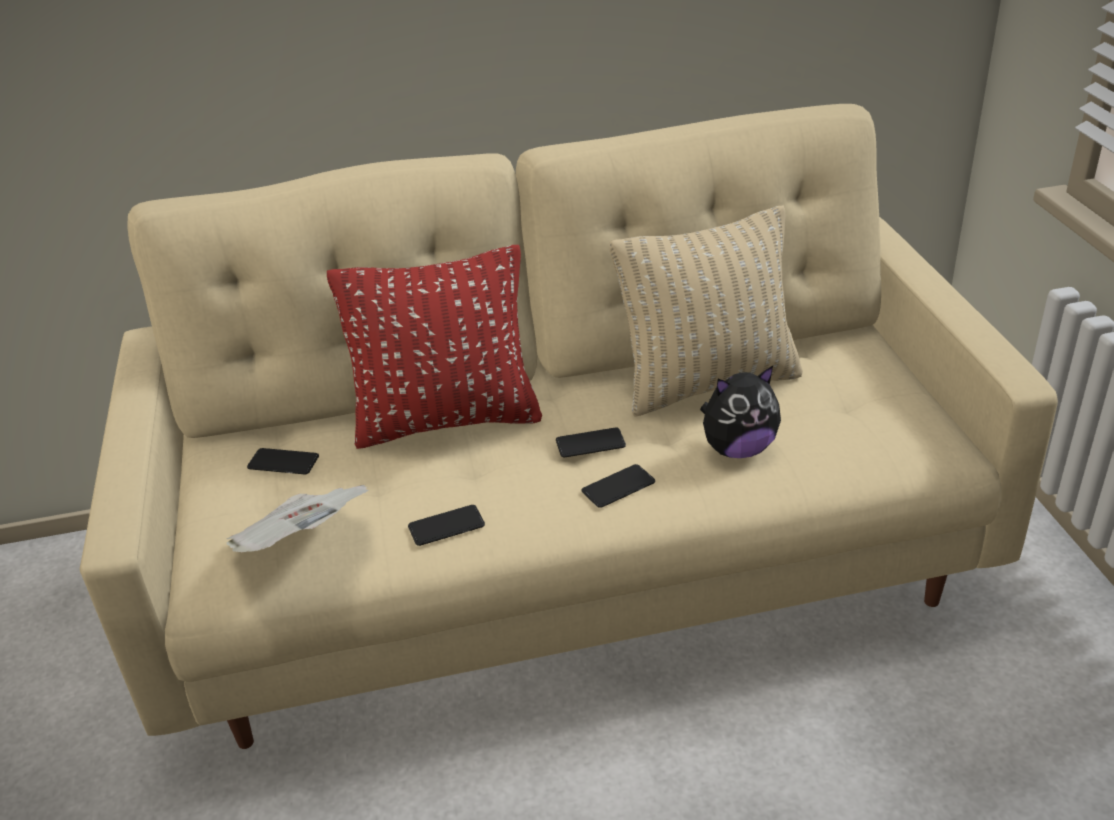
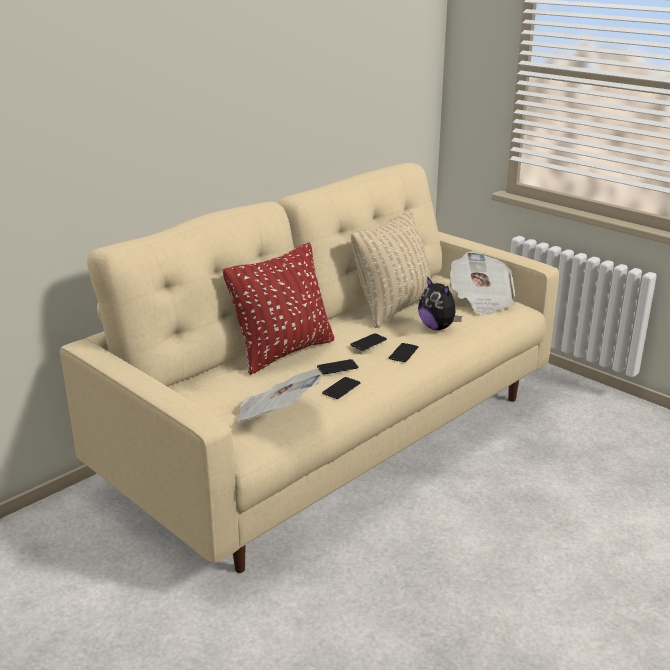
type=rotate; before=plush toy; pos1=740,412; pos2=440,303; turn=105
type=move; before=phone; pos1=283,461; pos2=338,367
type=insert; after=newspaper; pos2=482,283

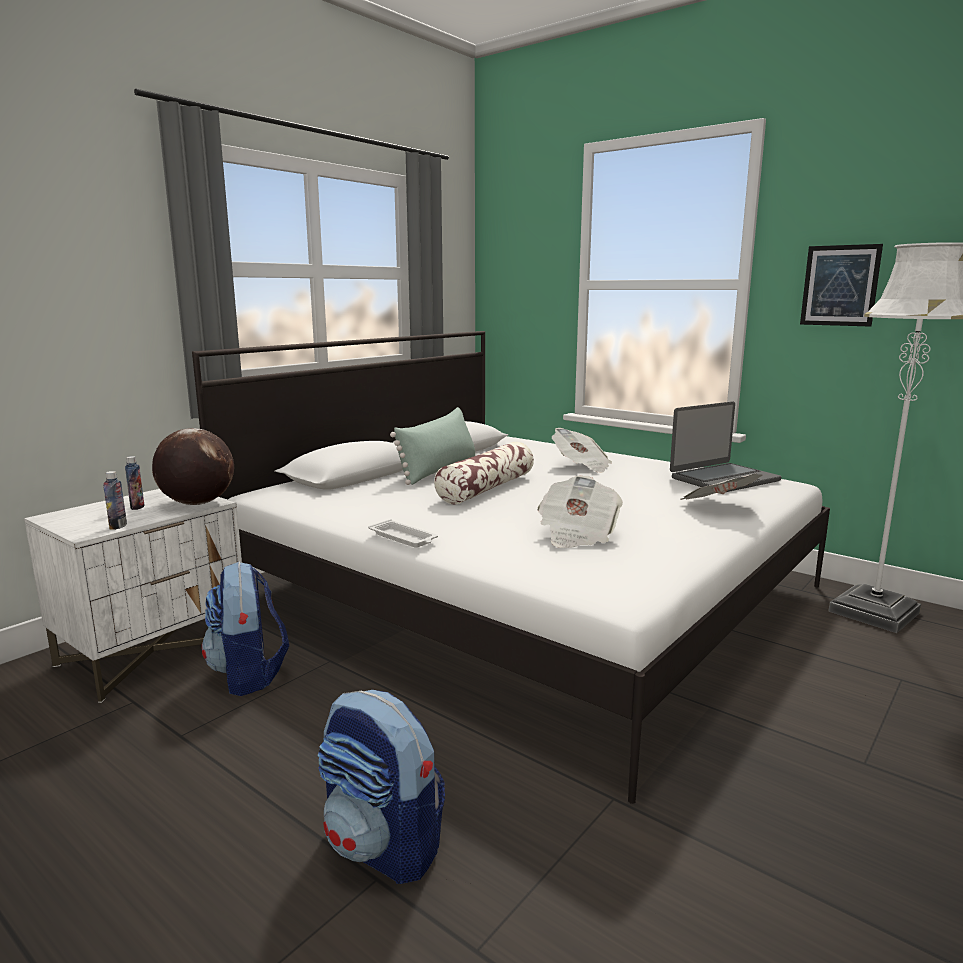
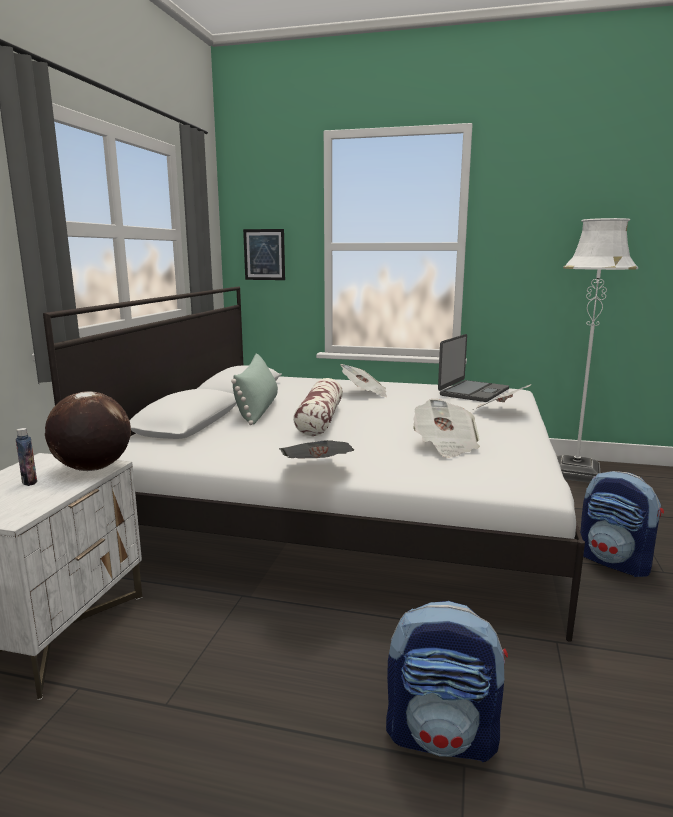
type=move; before=picture; pos1=841,285; pos2=264,254
type=delete; before=bottle; pos1=115,500
type=replace; before=tray/white; after=newspaper; pos1=403,533; pos2=316,449
type=move; before=backpack; pos1=245,629; pos2=622,524

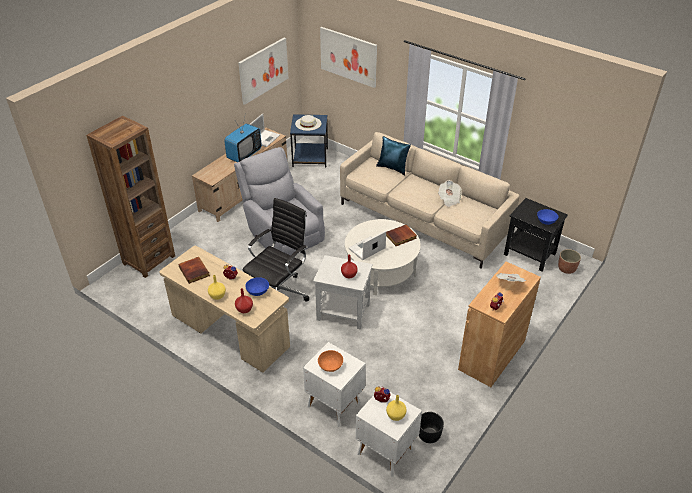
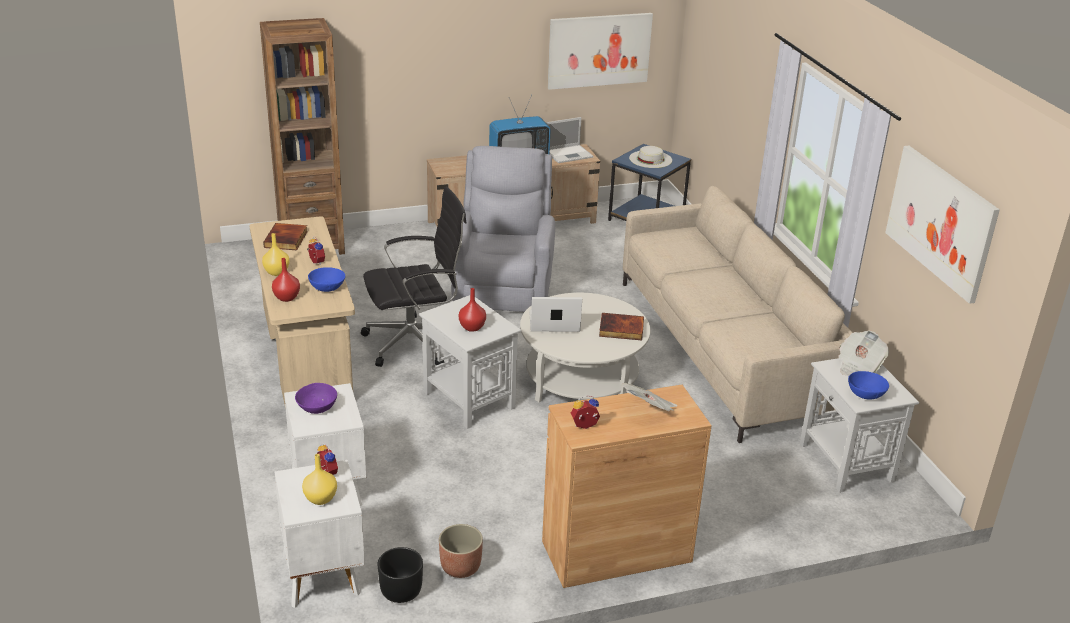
type=move; before=picture; pos1=348,57; pos2=942,224
type=delete; before=pillow/blue; pos1=393,155
type=move; before=newspaper; pos1=450,193; pos2=863,353
type=recolor; before=side table/black; after=side table/white; pos1=536,235; pos2=859,425
type=move; before=planter; pos1=569,261; pos2=461,551
type=recolor; before=bowl/orange; after=bowl/purple; pos1=330,361; pos2=316,398

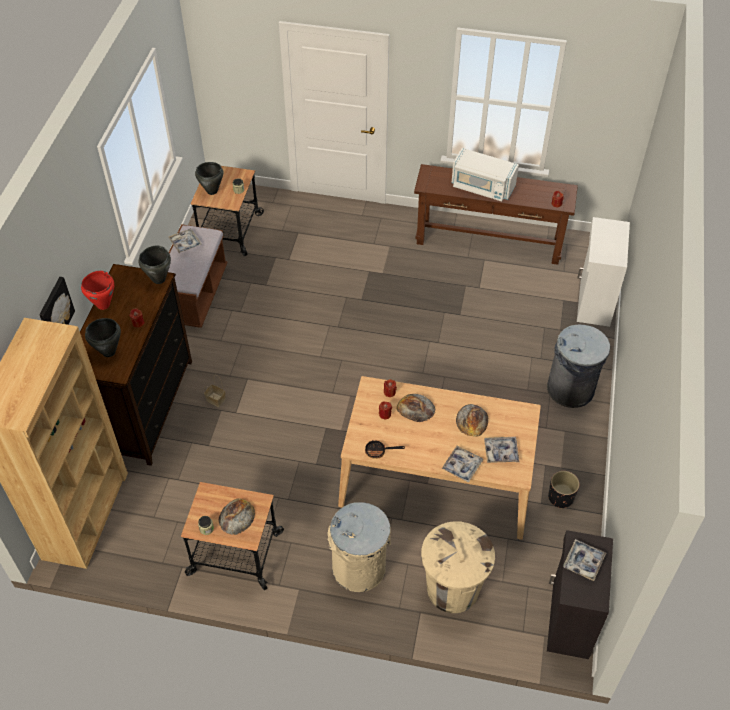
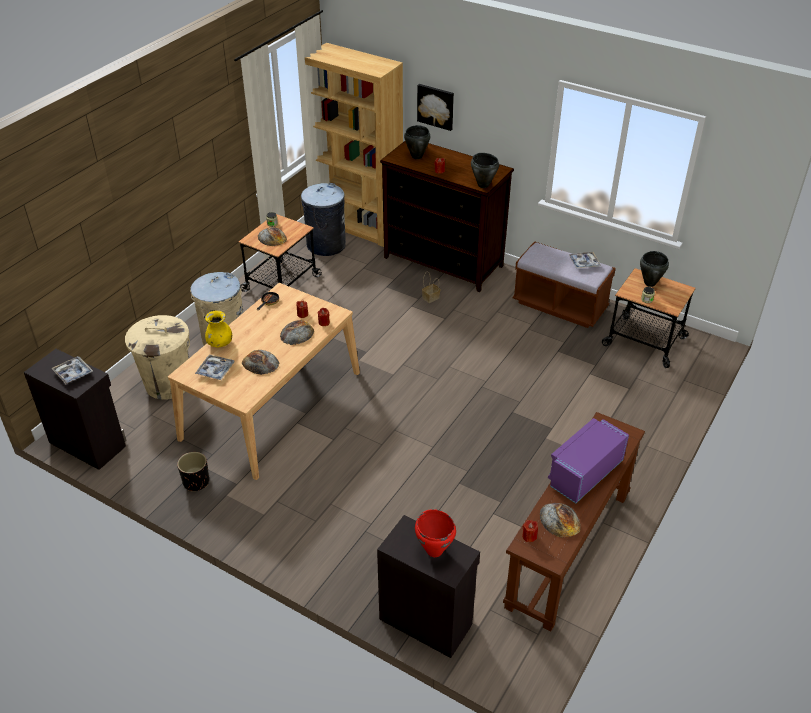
type=recolor; before=microwave/white; after=microwave/purple; pos1=485,174; pos2=588,461
type=recolor; before=cabinet/white; after=cabinet/black; pos1=603,272; pos2=428,586
type=move; before=cooking pot/red; pos1=97,290; pos2=435,533
type=move; before=trash can/grey; pos1=578,366; pos2=323,219
type=replace; before=tray; after=vase/yellow; pos1=462,464; pos2=218,328
type=insert; after=bread; pos2=560,520

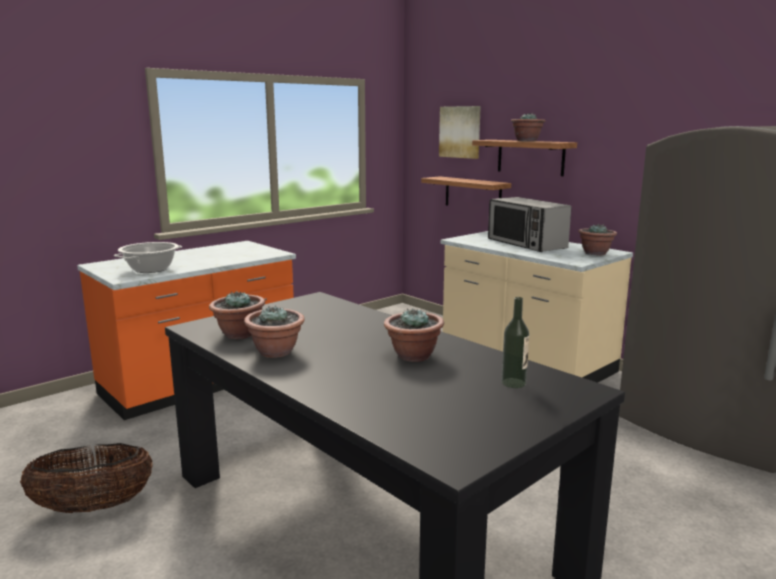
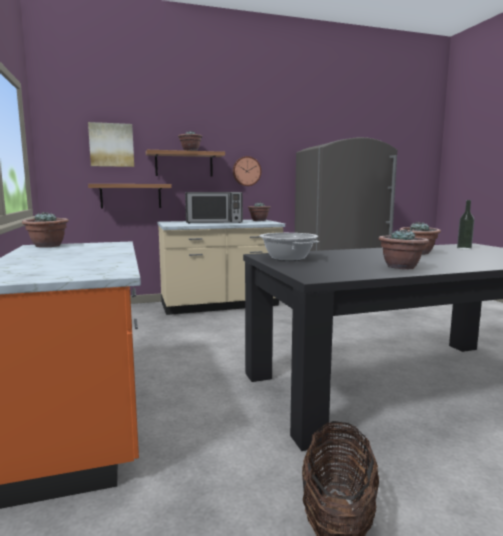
type=move; before=cooking pot; pos1=148,257; pos2=289,247
type=move; before=potted plant; pos1=237,315; pos2=45,230
type=insert; after=wall clock; pos2=247,171

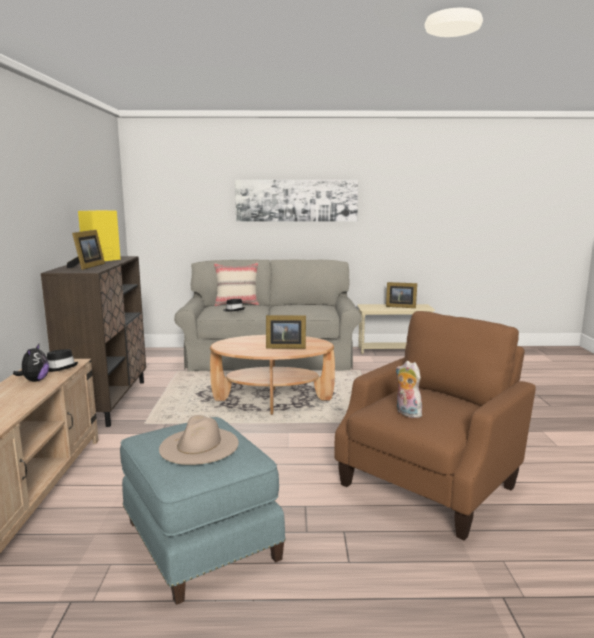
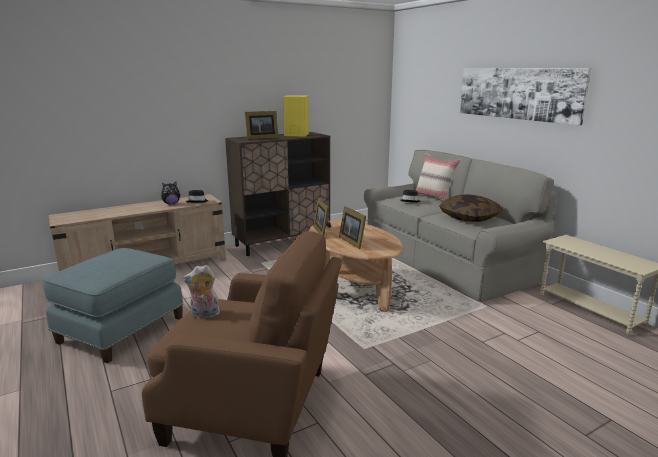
type=move; before=picture frame; pos1=401,295; pos2=322,217
type=rotate; before=plush toy; pos1=409,389; pos2=201,291; turn=-120
type=delete; before=hat/beige; pos1=199,440
type=insert; after=pillow; pos2=470,208

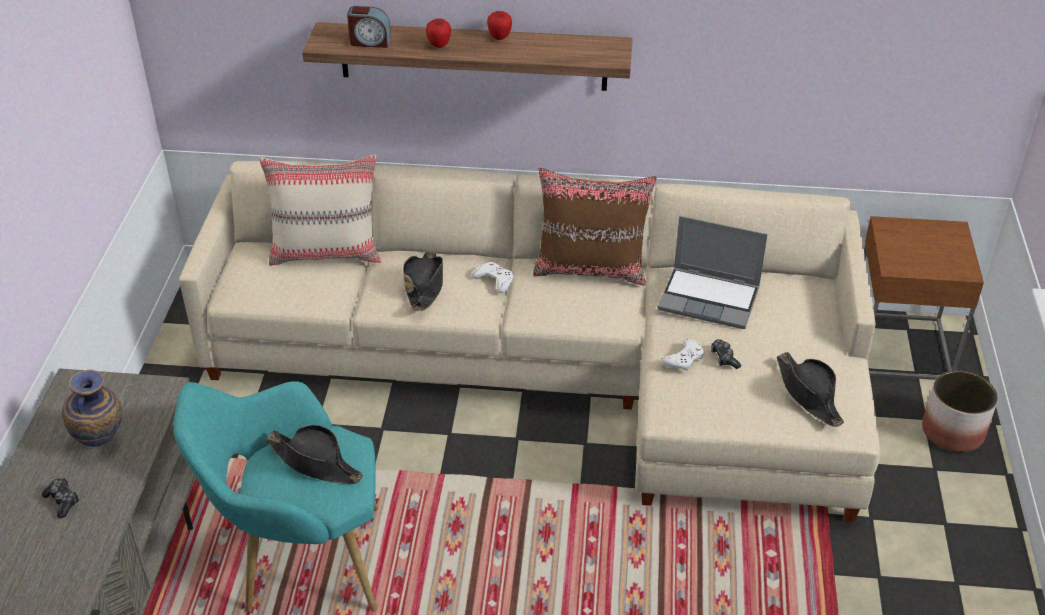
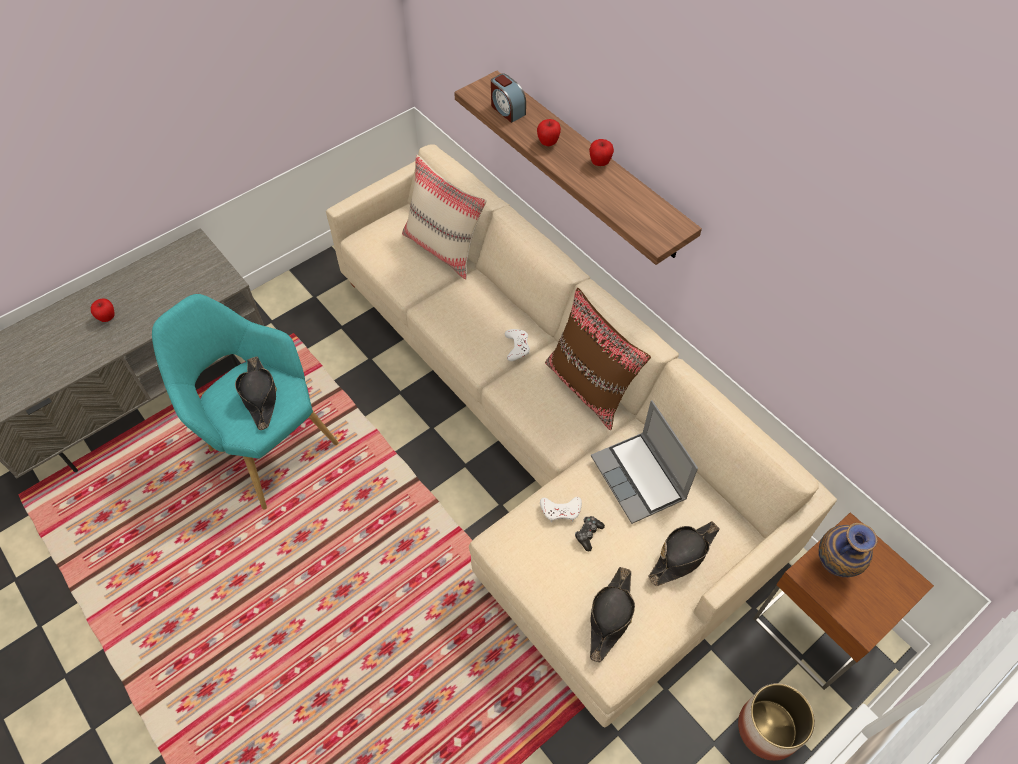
type=move; before=hat/black; pos1=423,281; pos2=683,553
type=move; before=vase; pos1=92,408; pos2=848,550
type=replace; before=game controller; after=apple; pos1=60,498; pos2=102,310

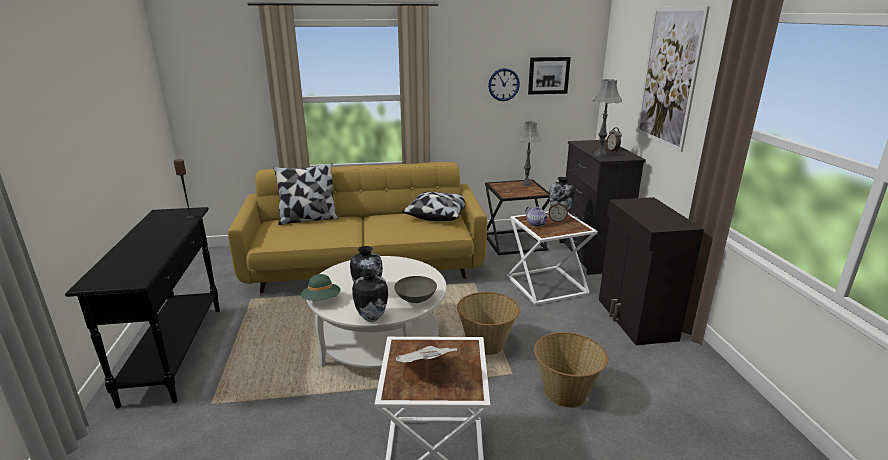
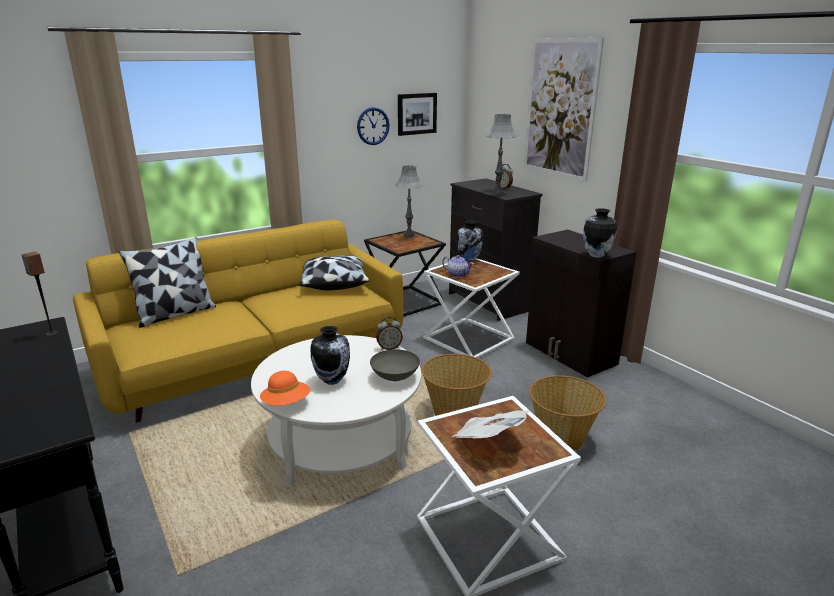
type=move; before=alarm clock; pos1=558,209; pos2=389,333
type=move; before=vase; pos1=370,295; pos2=600,233
type=recolor; before=hat/green; after=hat/orange; pos1=320,287; pos2=285,388

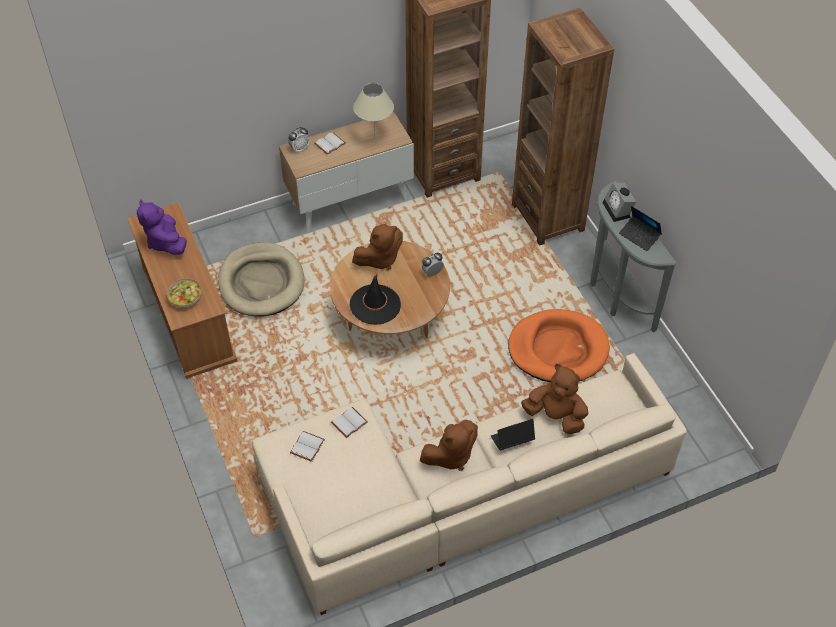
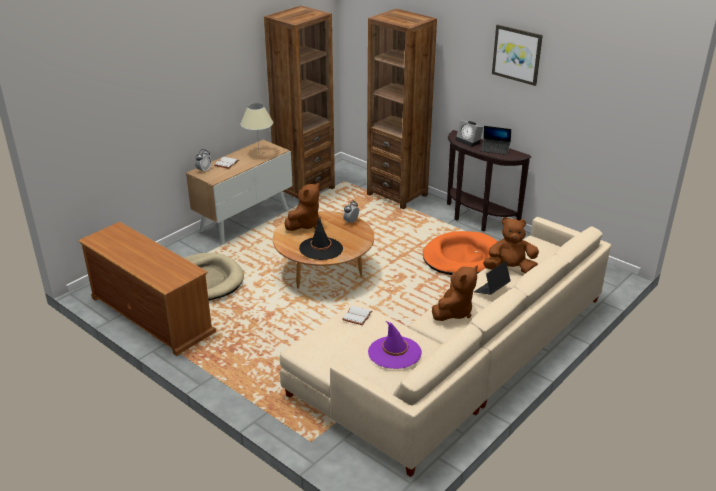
type=recolor; before=console table/grey; after=console table/brown; pos1=633,256; pos2=489,181
type=delete; before=plush toy/purple; pos1=162,227
type=delete; before=bowl; pos1=184,293
type=delete; before=book/white; pos1=307,446
type=insert; after=picture; pos2=517,55
type=insert; after=hat/purple; pos2=395,345

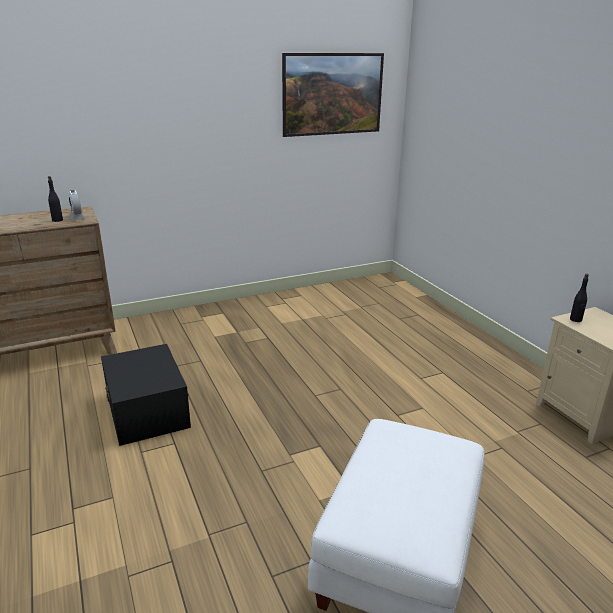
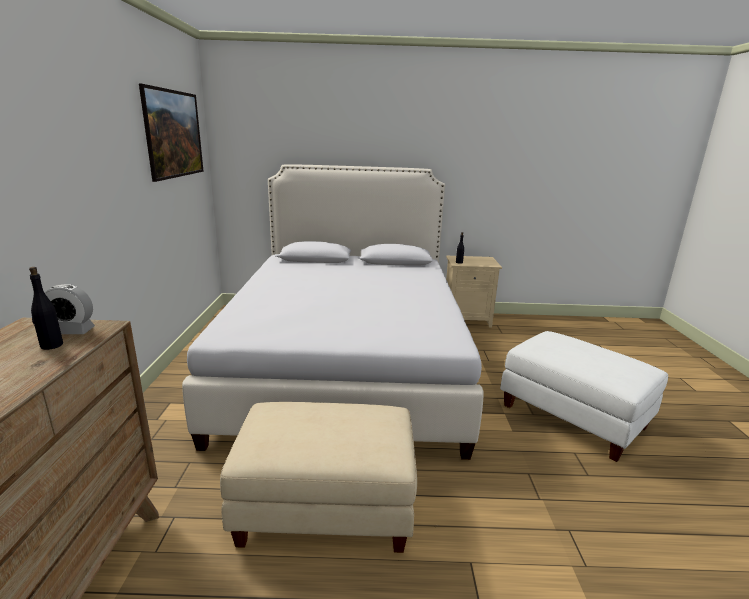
type=replace; before=storage box/black; after=ottoman/beige; pos1=146,395; pos2=318,477
type=insert; after=bed/white; pos2=333,312

